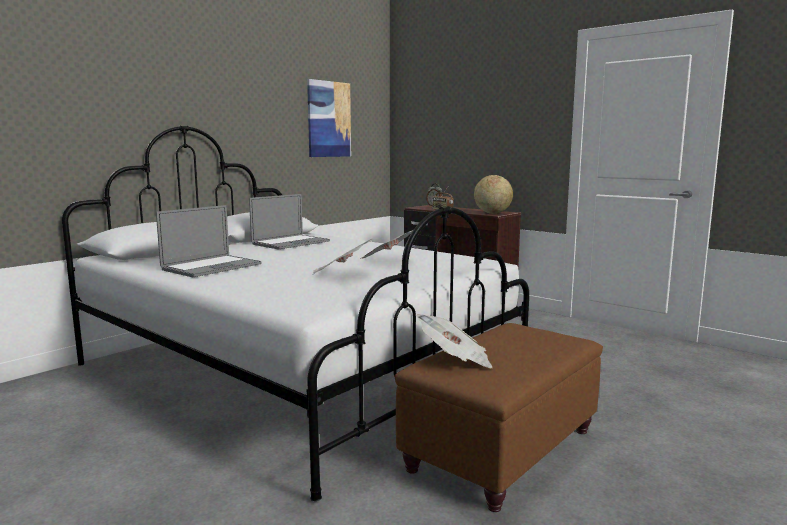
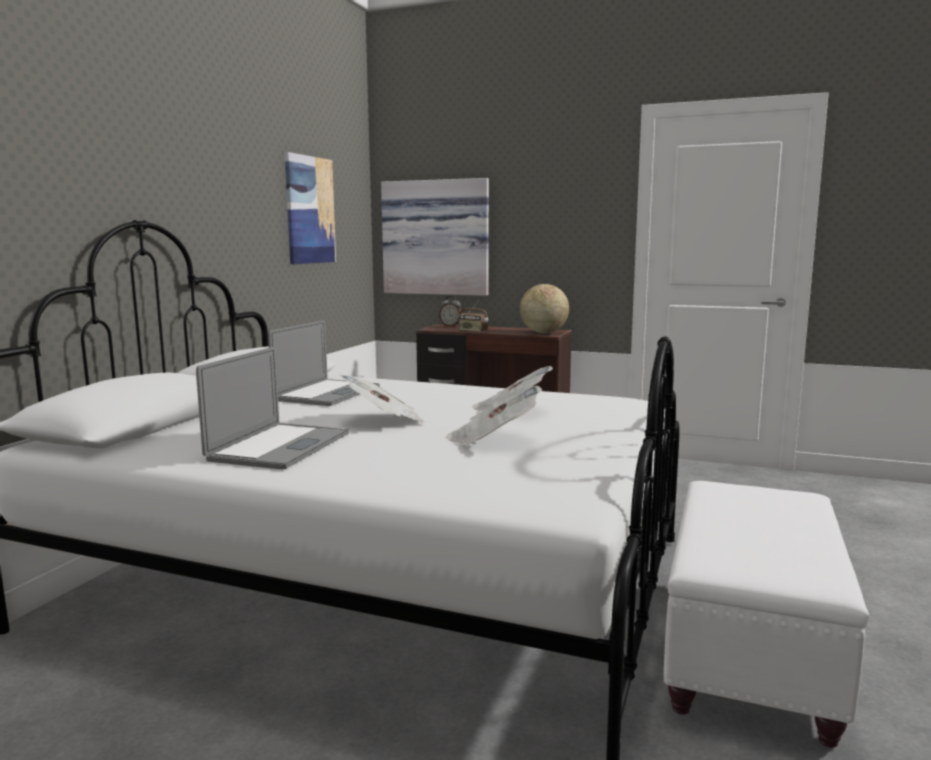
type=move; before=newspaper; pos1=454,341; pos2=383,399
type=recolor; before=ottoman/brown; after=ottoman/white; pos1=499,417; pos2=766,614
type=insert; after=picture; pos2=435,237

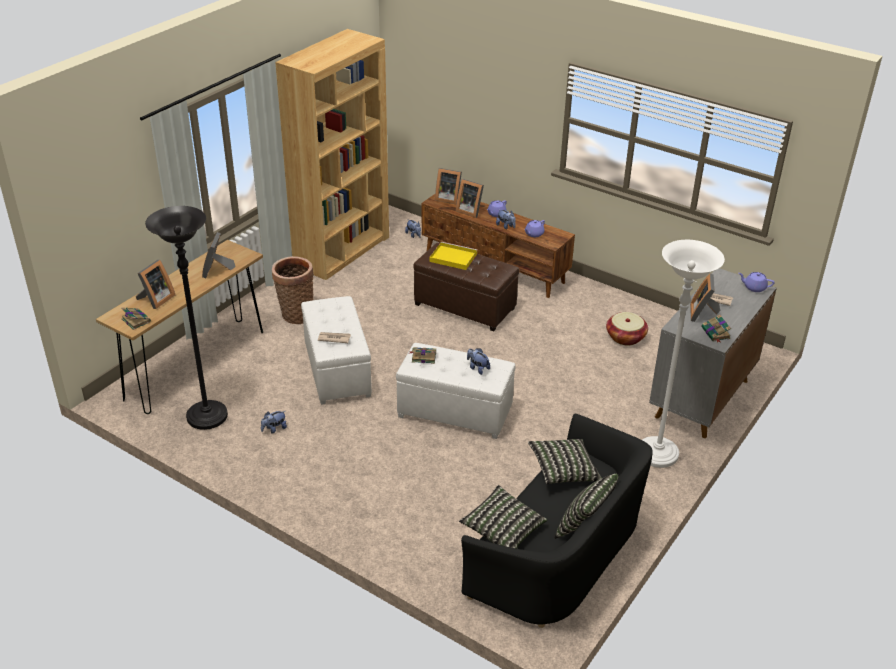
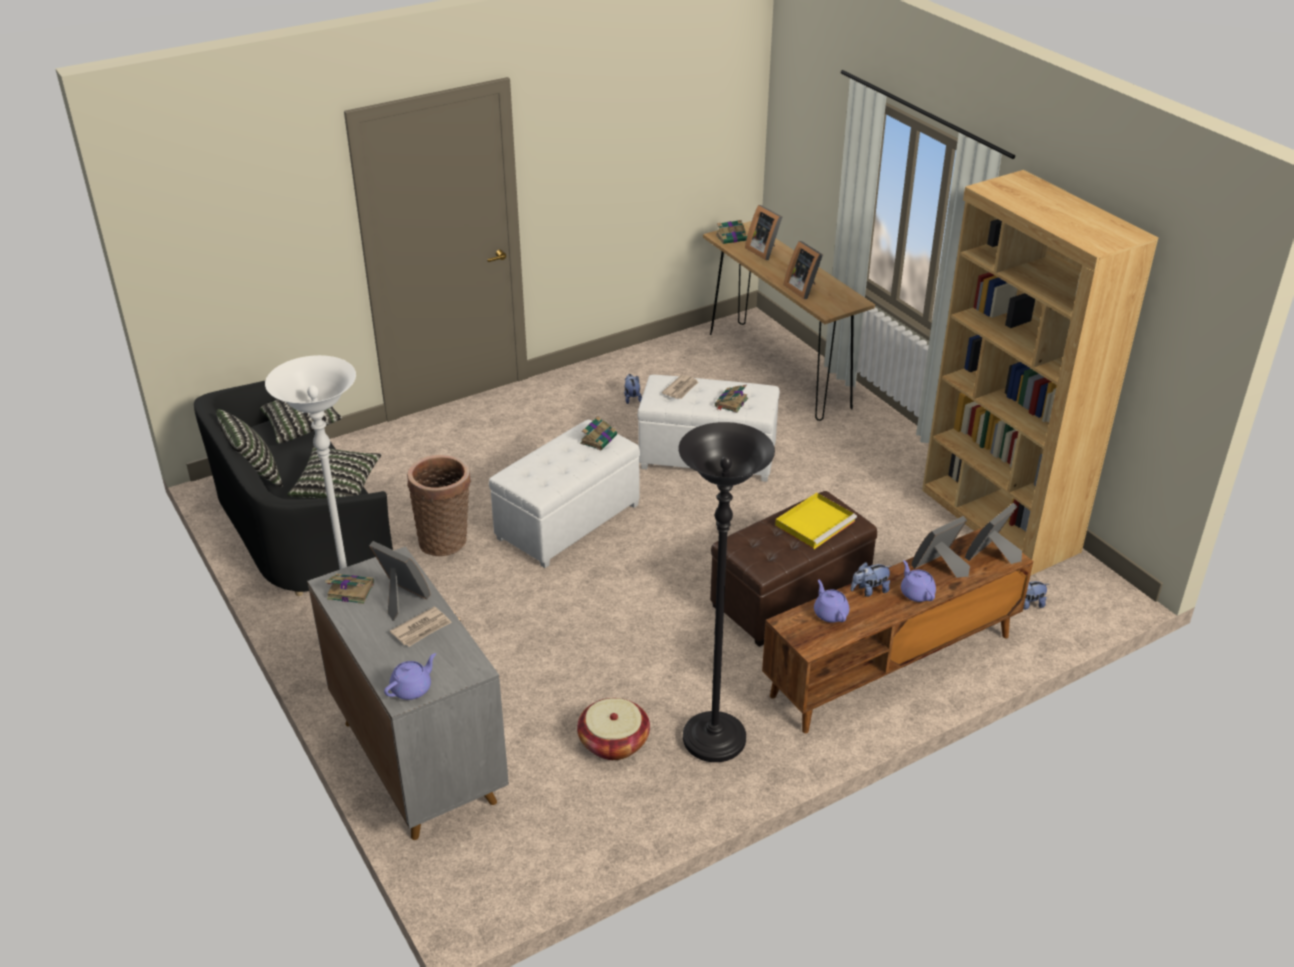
type=move; before=floor lamp/black; pos1=186,318; pos2=726,592
type=rotate; before=picture frame; pos1=219,255; pos2=803,270; turn=-150
type=move; before=basket; pos1=293,290; pos2=439,505
type=delete; before=plush toy; pos1=478,361
type=insert; after=book; pos2=731,398

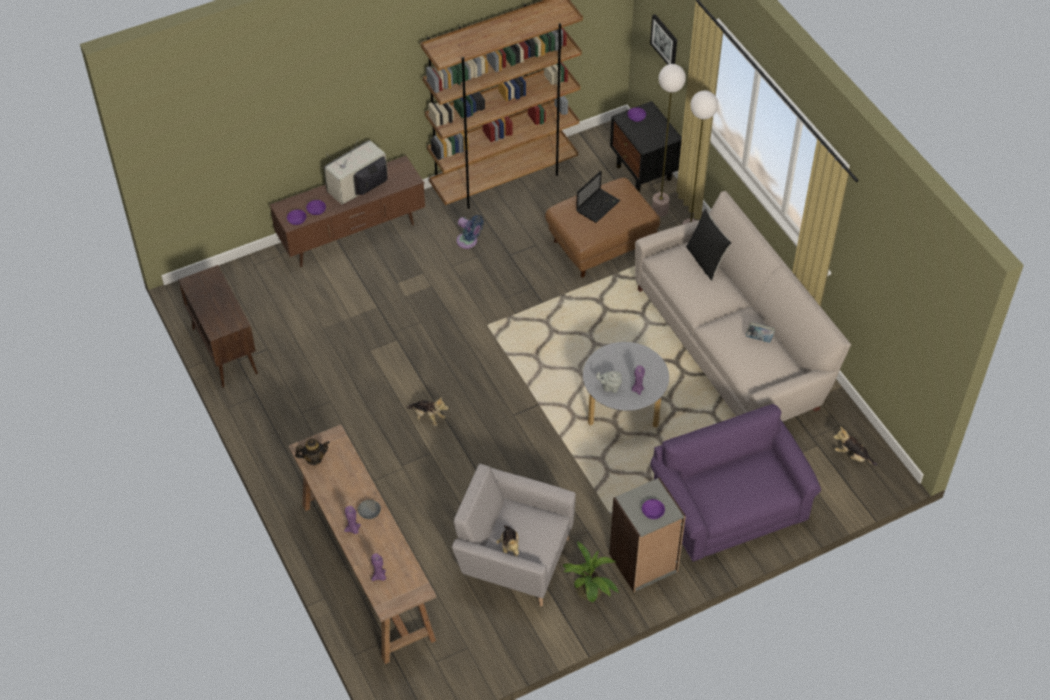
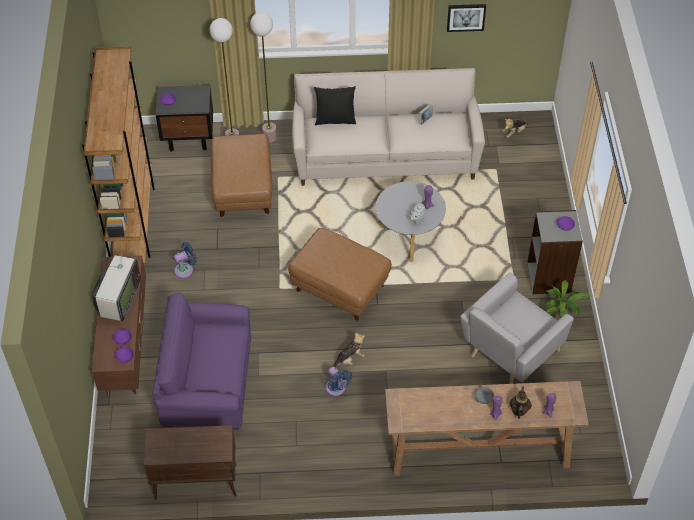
type=move; before=picture; pos1=663,39; pos2=466,18
type=rotate; before=television; pos1=356,172; pos2=116,282; turn=-150
type=delete; before=laptop; pos1=598,197
type=move; before=armchair/purple; pos1=735,483; pos2=201,361
type=move; before=teapot; pos1=312,452; pos2=521,402
type=delete; before=plush toy; pos1=507,541
type=insert; after=ottoman/brown; pos2=340,274
type=insert; after=fan/blue; pos2=339,381

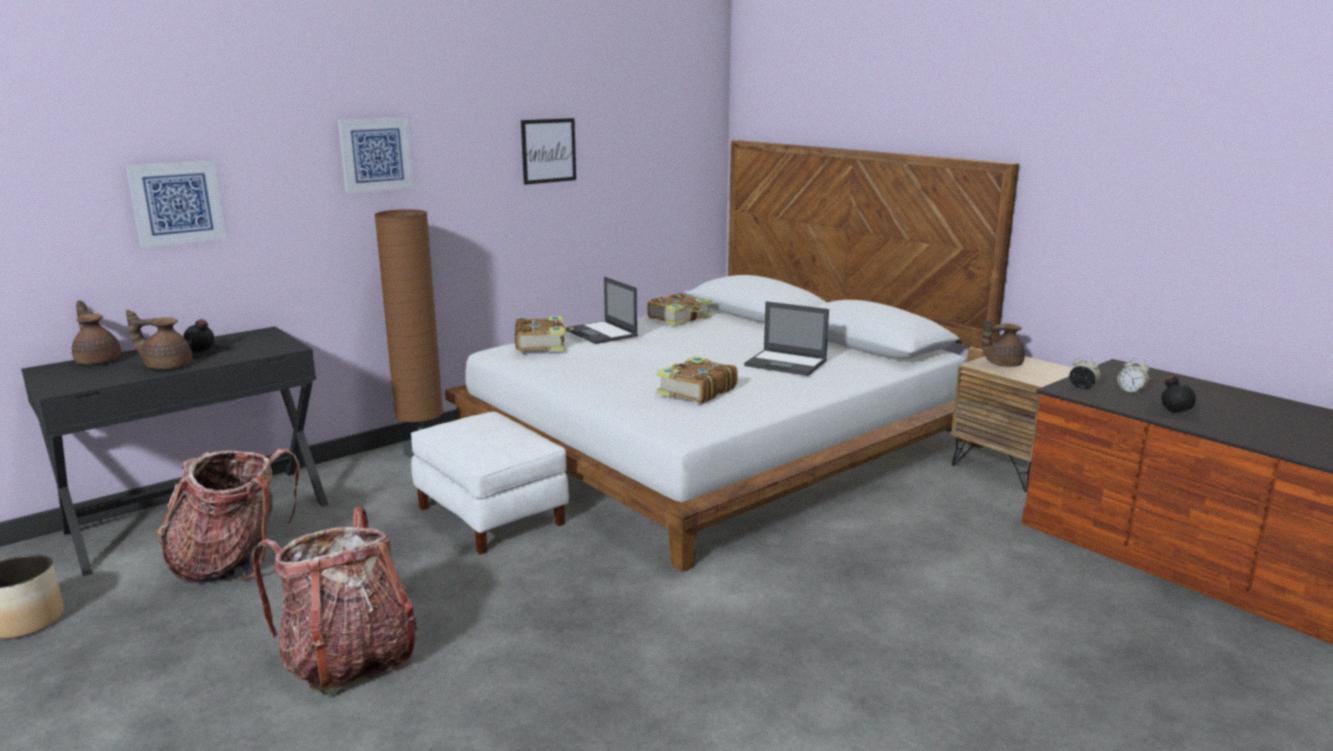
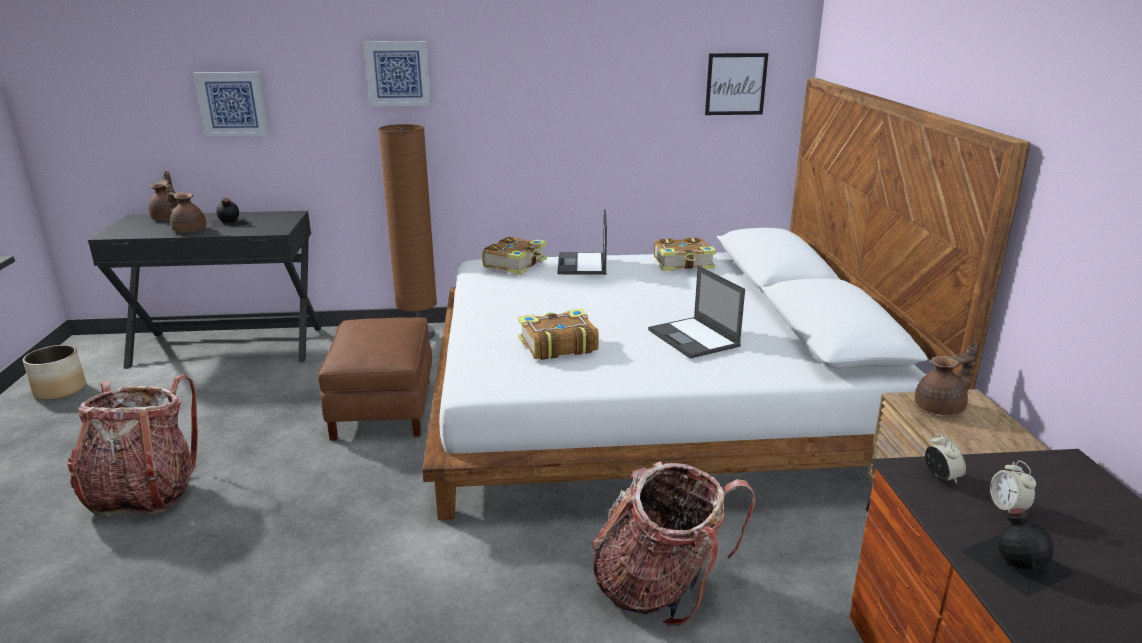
type=move; before=picture; pos1=548,151; pos2=736,84
type=rotate; before=teapot/brown; pos1=1003,343; pos2=947,378; turn=135
type=recolor; before=ottoman/white; after=ottoman/brown; pos1=490,483; pos2=375,379
type=move; before=backpack; pos1=227,517; pos2=673,543

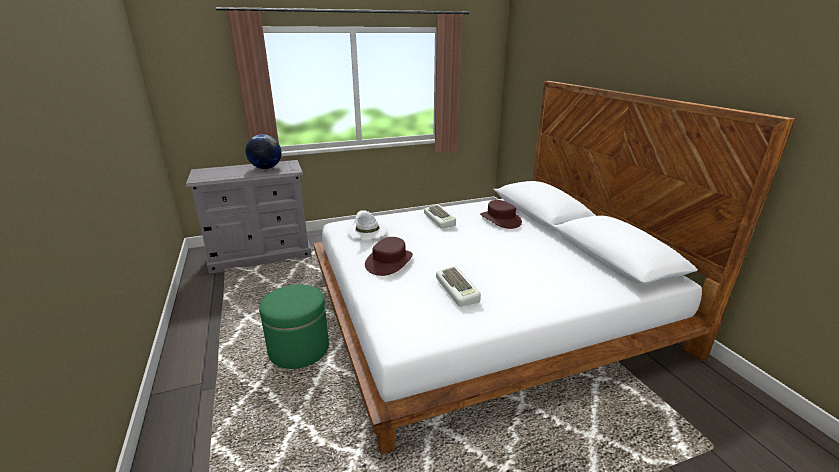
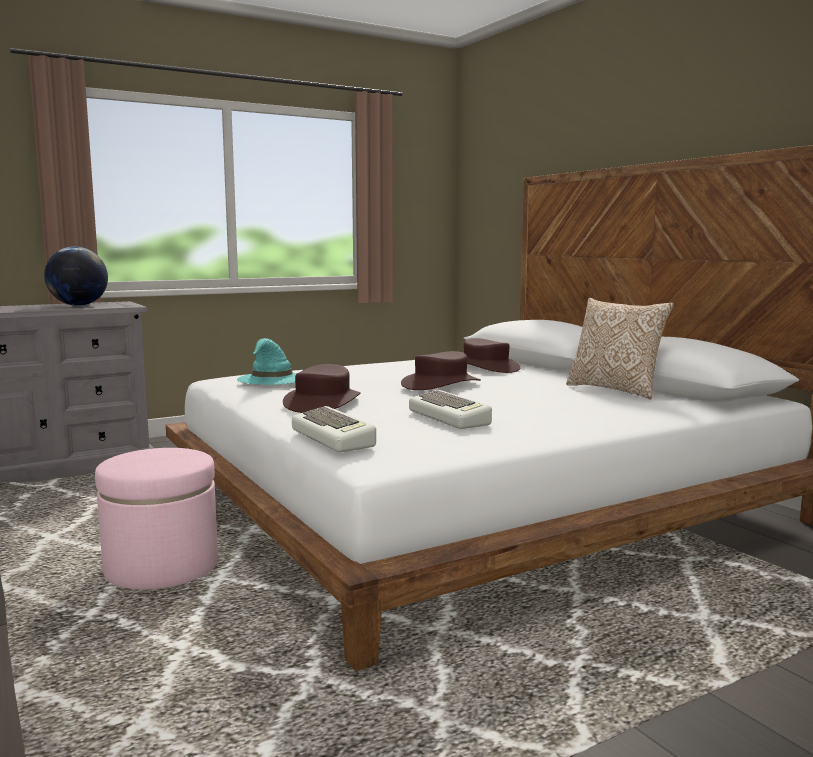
type=move; before=keyboard; pos1=440,216; pos2=334,429
type=recolor; before=hat/white; after=hat/turquoise; pos1=367,224; pos2=267,361
type=recolor; before=ottoman/green; after=ottoman/pink; pos1=294,326; pos2=156,519
type=insert; after=pillow; pos2=620,348
type=insert; after=hat/brown; pos2=441,370

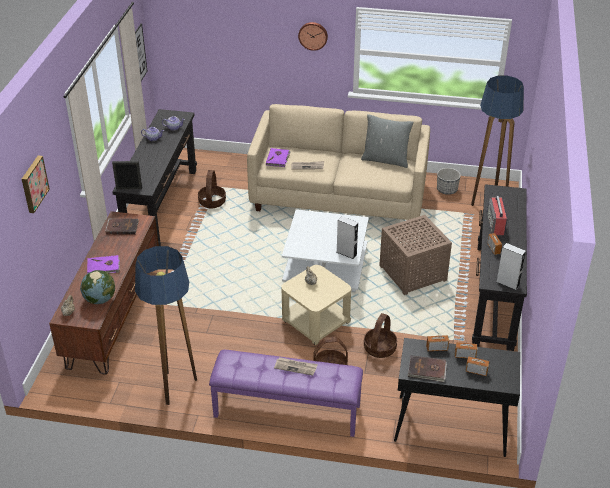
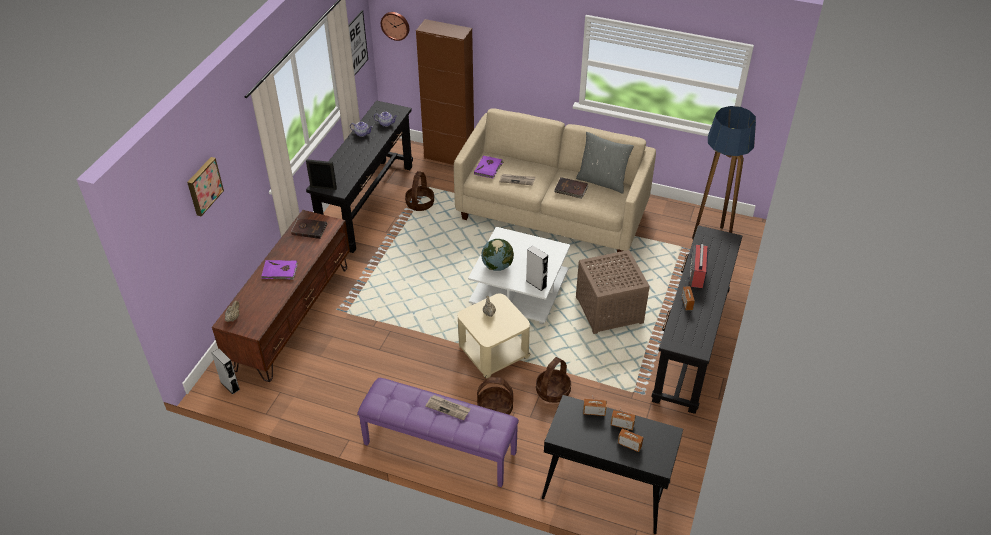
type=move; before=wall clock; pos1=313,36; pos2=395,26
type=delete; before=planter; pos1=449,181
type=move; before=speaker/grey; pos1=511,266; pos2=226,371
type=delete; before=floor lamp; pos1=166,325
type=move; before=globe; pos1=97,287; pos2=497,255
type=move; before=book/brown; pos1=427,368; pos2=571,188
type=insert; after=cabinet/brown; pos2=445,92

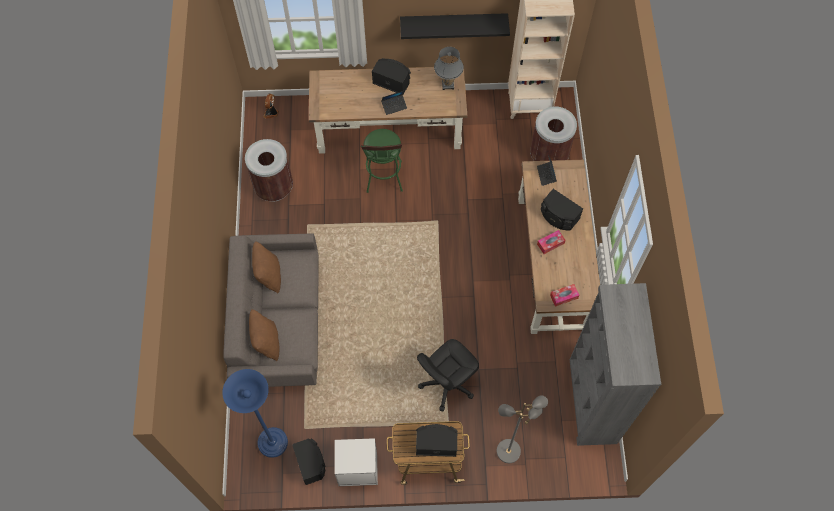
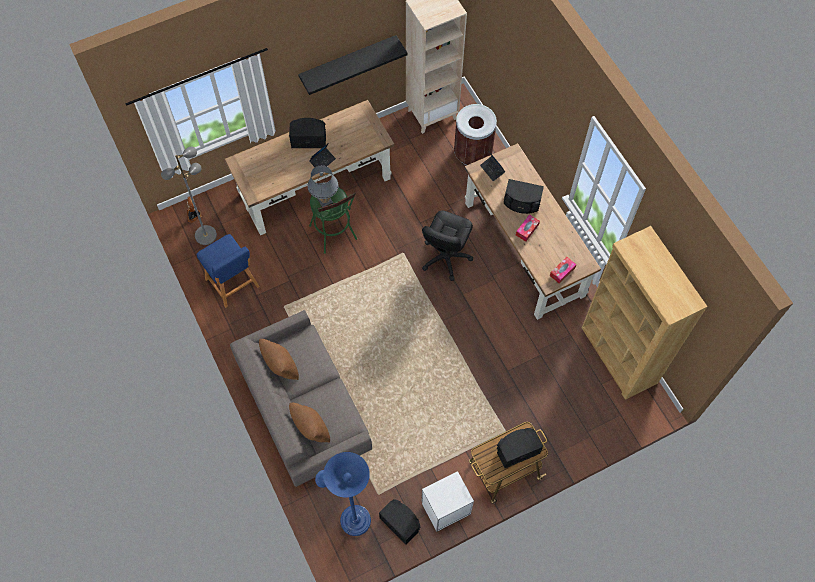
type=move; before=table lamp/grey; pos1=449,68; pos2=323,186
type=replace; before=trash can/brown; after=stool/blue; pos1=269,170; pos2=228,271
type=recolor; before=bookcase/grey; after=bookcase/brown; pos1=615,364; pos2=645,313
type=move; before=office chair/black; pos1=448,375; pos2=447,246
type=move; before=floor lamp/grey; pos1=522,429; pos2=189,195

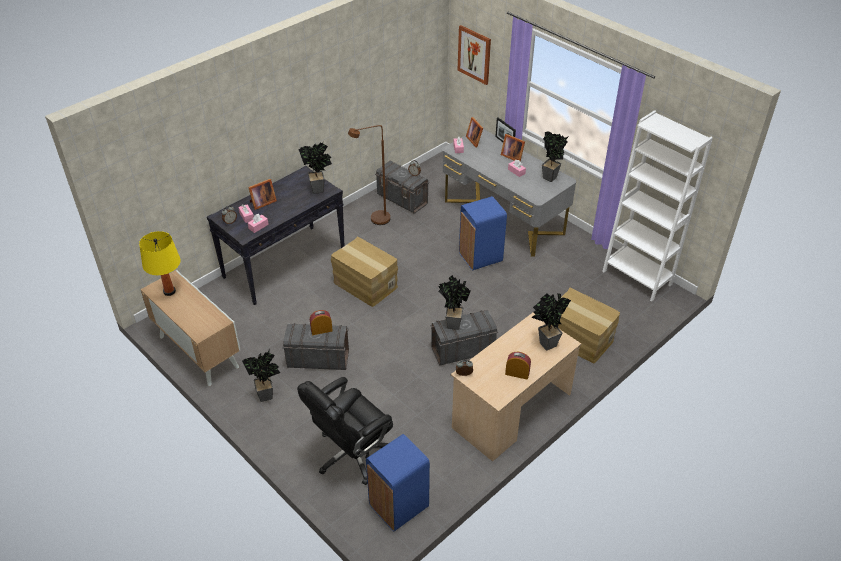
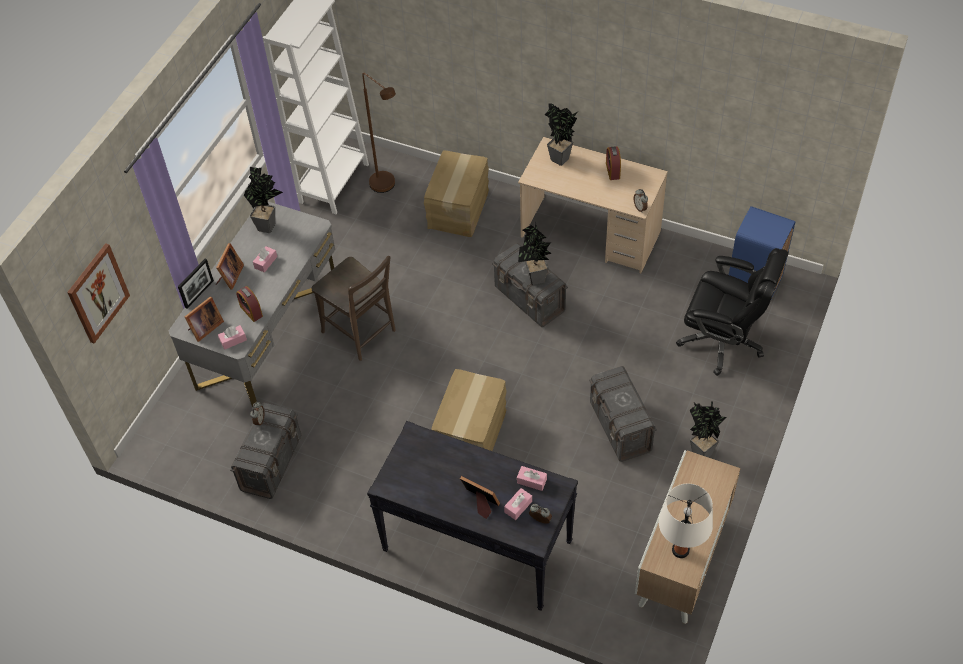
type=move; before=floor lamp/brown; pos1=369,175; pos2=379,133
type=delete; before=potted plant; pos1=315,168
type=replace; before=trash can/blue; after=chair/brown; pos1=483,233; pos2=353,308
type=recolor; before=table lamp/yellow; after=table lamp/white; pos1=160,263; pos2=686,520
type=move; before=alarm clock; pos1=321,322; pos2=249,304

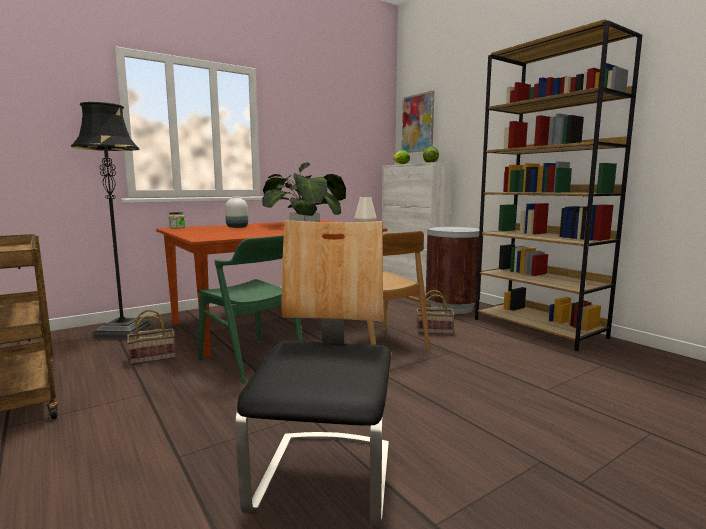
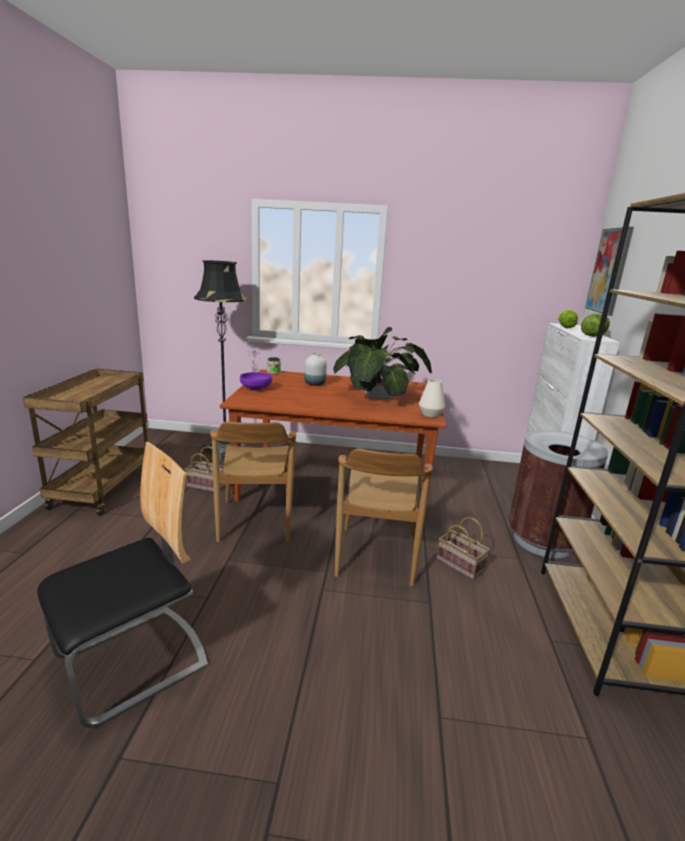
type=recolor; before=chair/green; after=chair/brown; pos1=250,309; pos2=253,481
type=insert; after=bowl/purple; pos2=256,381

